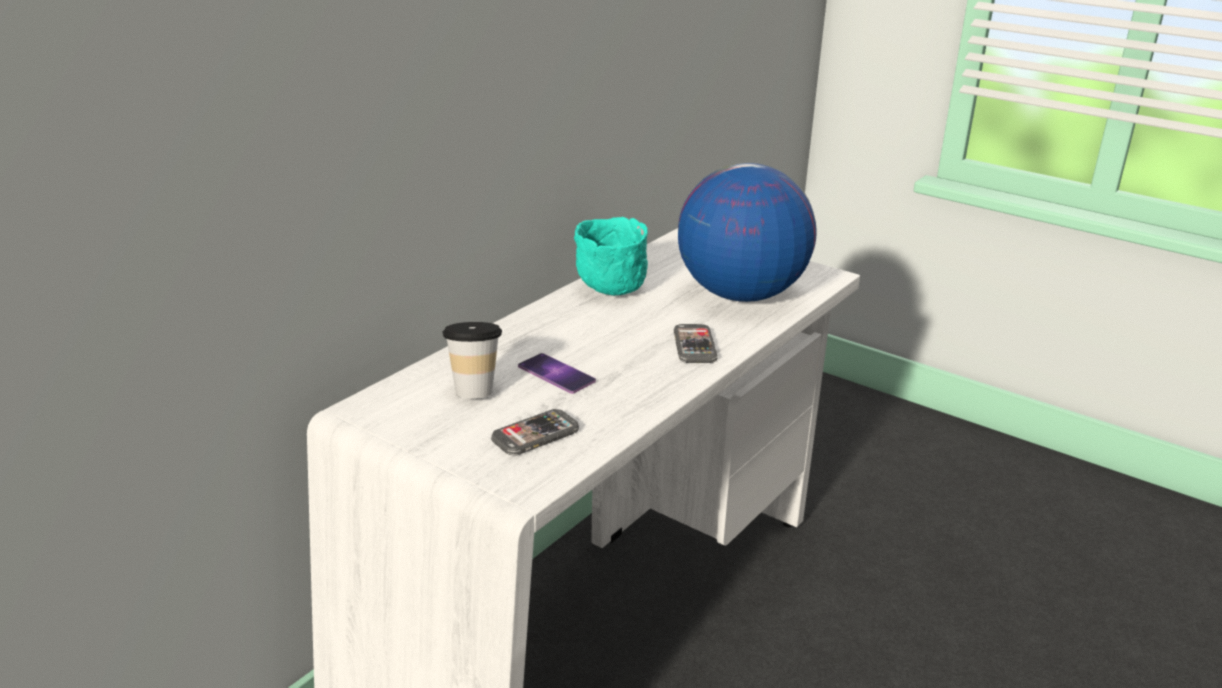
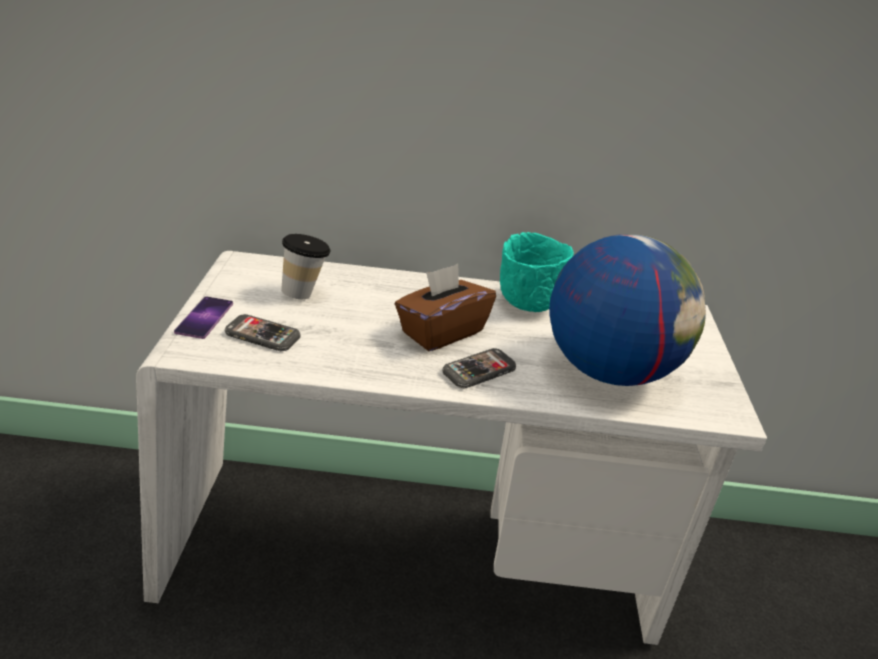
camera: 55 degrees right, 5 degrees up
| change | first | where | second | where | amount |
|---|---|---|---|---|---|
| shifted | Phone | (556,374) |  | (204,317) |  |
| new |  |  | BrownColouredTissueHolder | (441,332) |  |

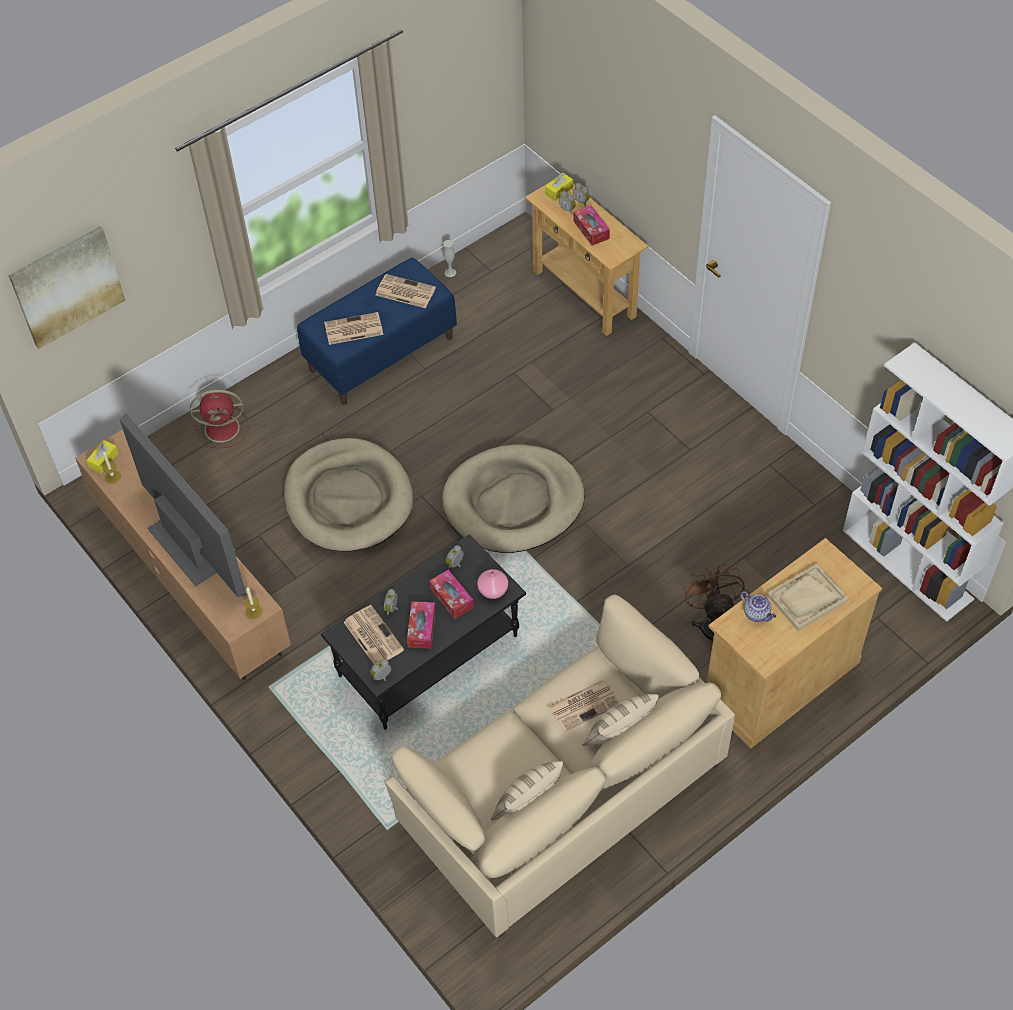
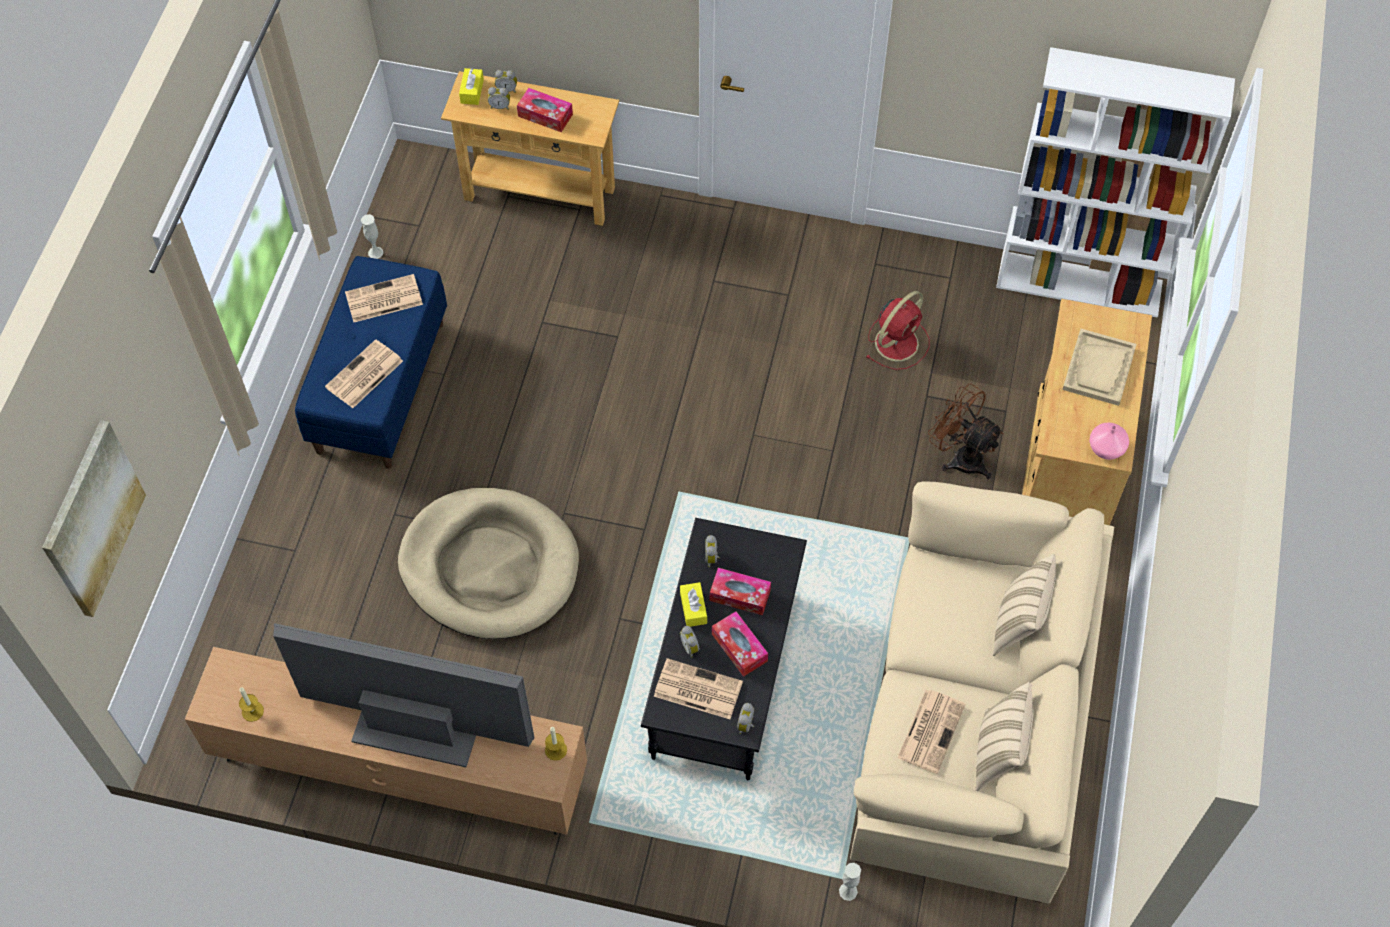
camera: 40 degrees left, 5 degrees up
| change | first | where | second | where | amount |
|---|---|---|---|---|---|
| shifted | YellowishTissueHolder | (103,460) |  | (693,608) |  |
| shifted | ReddishElectricFan | (223,428) |  | (898,341) |  |
| gone | BeigeColouredPetBed | (513,502) |  |  |  |
| shifted | PinkColouredDecorativeVase | (493,590) |  | (1107,448) |  |
| shifted | PrintedPaper | (584,705) |  | (931,730) |  |
| gone | Teapot | (757,614) |  |  |  |
| new |  |  | WhitishDecorativeVase | (848,891) |  |

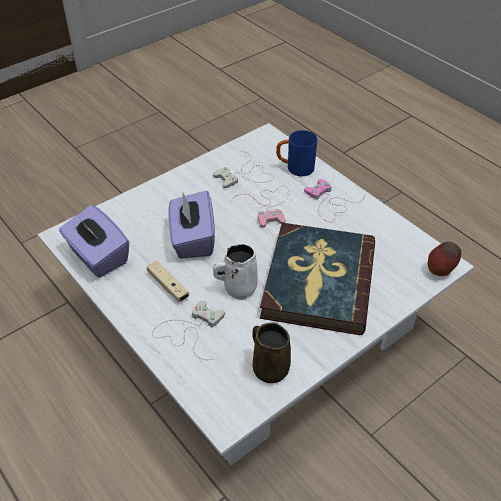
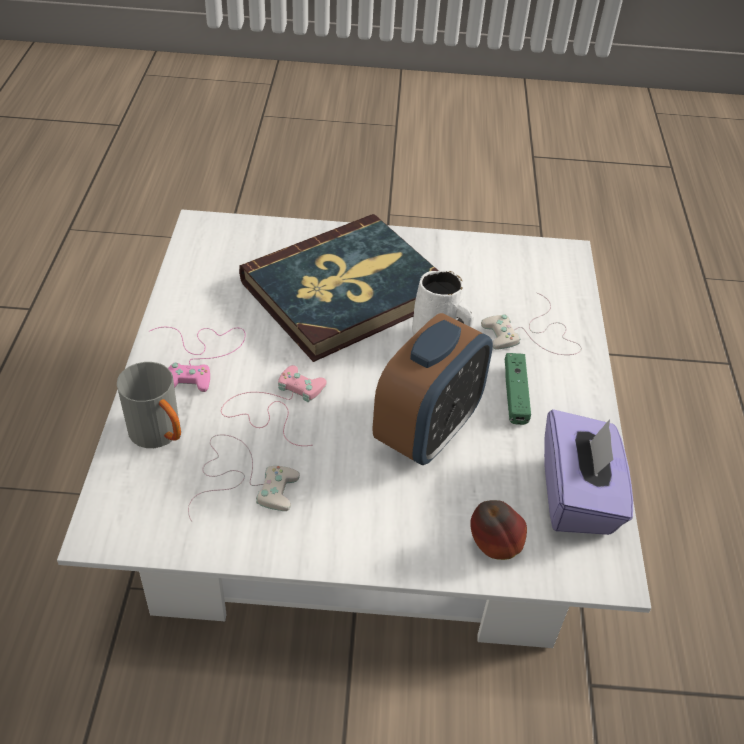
camera: 140 degrees left, 0 degrees up
| change | first | where | second | where | amount |
|---|---|---|---|---|---|
| repainted | BeigeColouredJoypad | (168,286) | GreenJoypad | (515,394) |  |
| swapped | PurpleTissueHolder | (192,239) | BedsideClock | (427,431) |  |
| gone | BrownColouredCoffeeMug | (269,368) |  |  |  |
| repainted | BluishCoffeeMug | (295,168) | GreyishCoffeeMug | (161,436) |  |
| shifted | WholeApple | (440,271) |  | (493,548) |  |

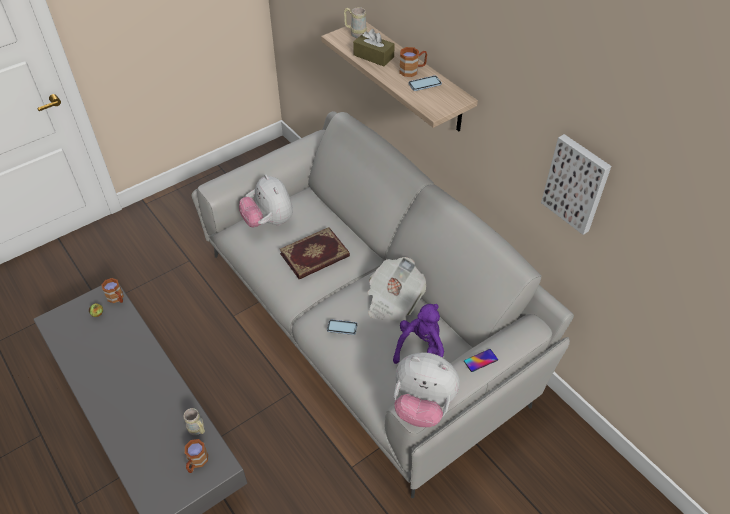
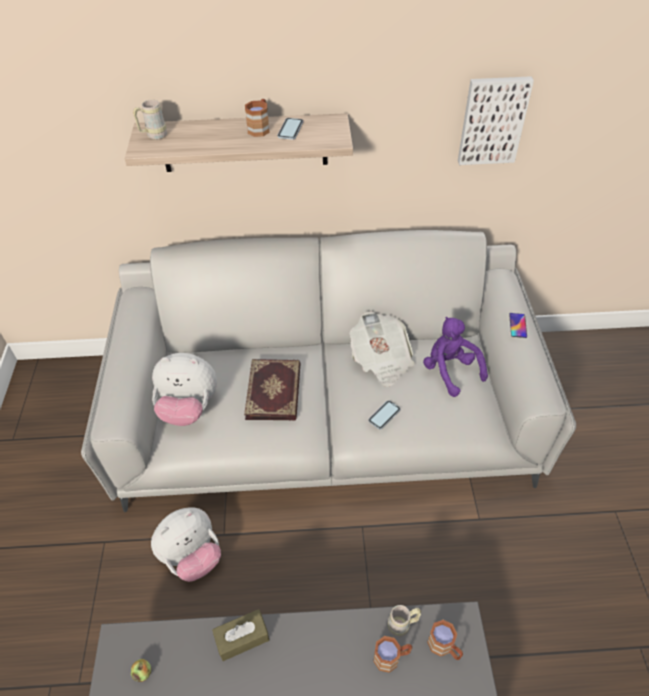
camera: 55 degrees left, 0 degrees up
| change | first | where | second | where | amount |
|---|---|---|---|---|---|
| shifted | BrownColouredCoffeeMug | (117,298) |  | (391,657) |  |
| shifted | BrownColouredTissueHolder | (373,56) |  | (242,638) |  |
| shifted | PlushToy | (422,405) |  | (192,556) |  |

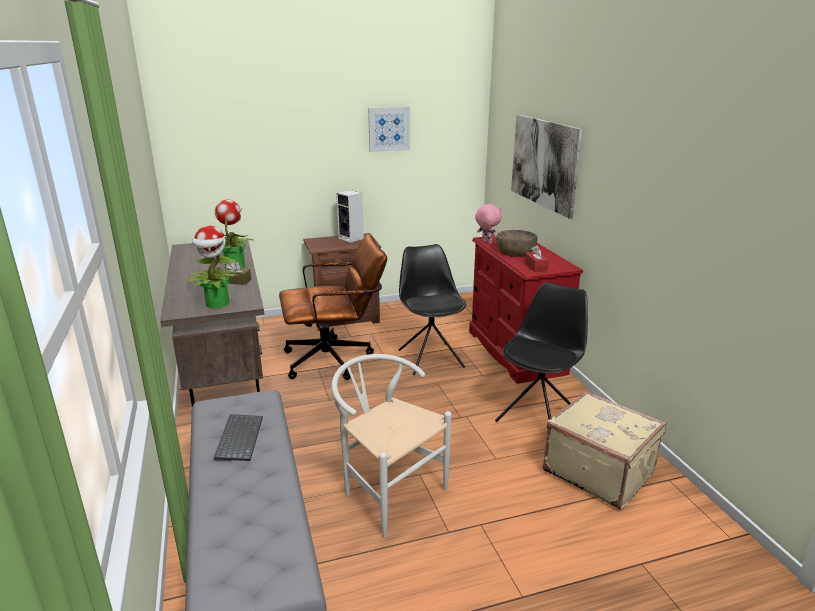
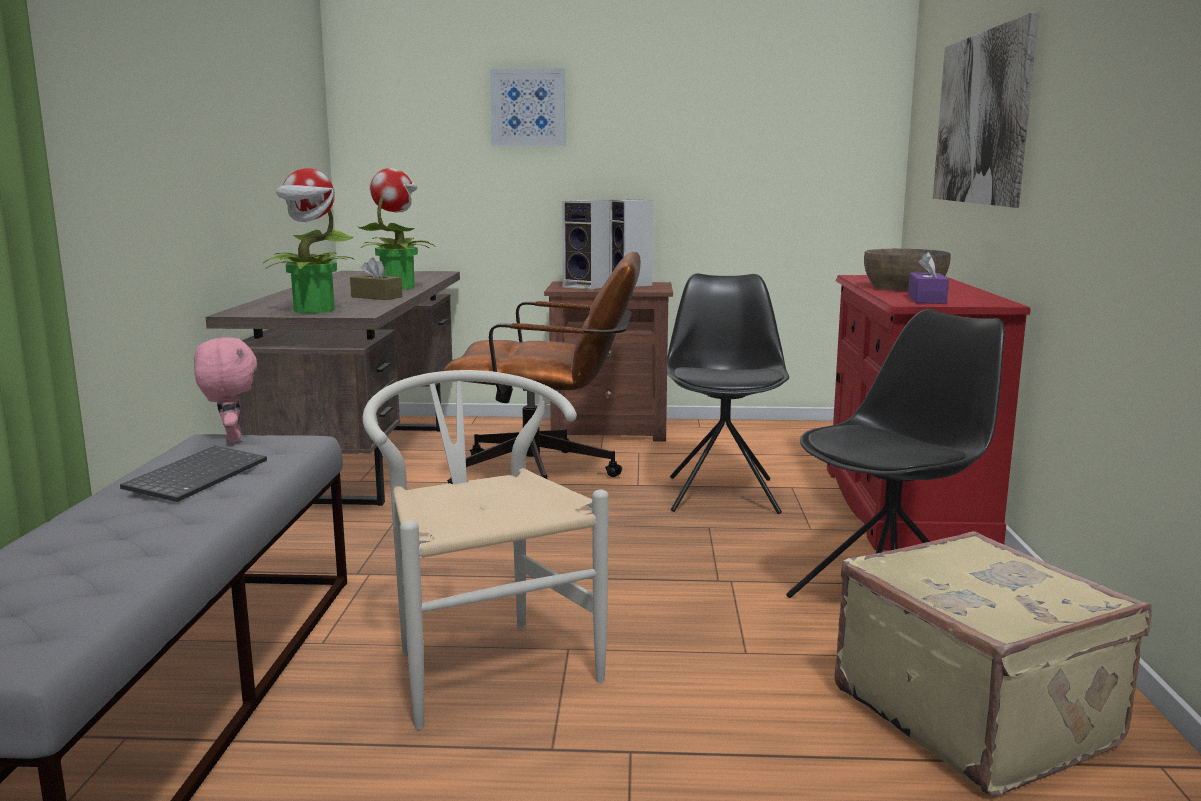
camera: 20 degrees right, 10 degrees down
| change | first | where | second | where | amount |
|---|---|---|---|---|---|
| shifted | WallPicture | (389,129) |  | (528,107) |  |
| shifted | PinkColouredPlushToy | (486,242) |  | (231,438) |  |
| repainted | ReddishTissueHolder | (536,267) | PurpleTissueHolder | (926,299) |  |
| new |  |  | Speaker | (588,286) |  |

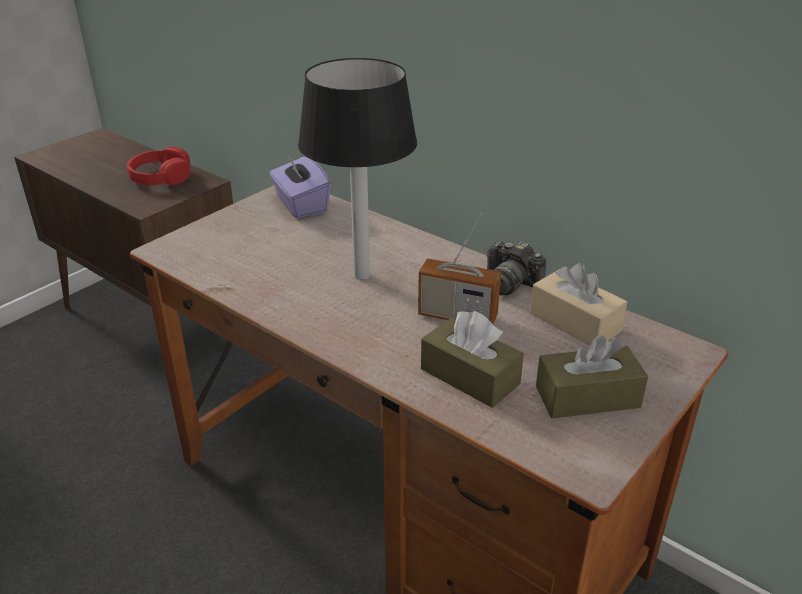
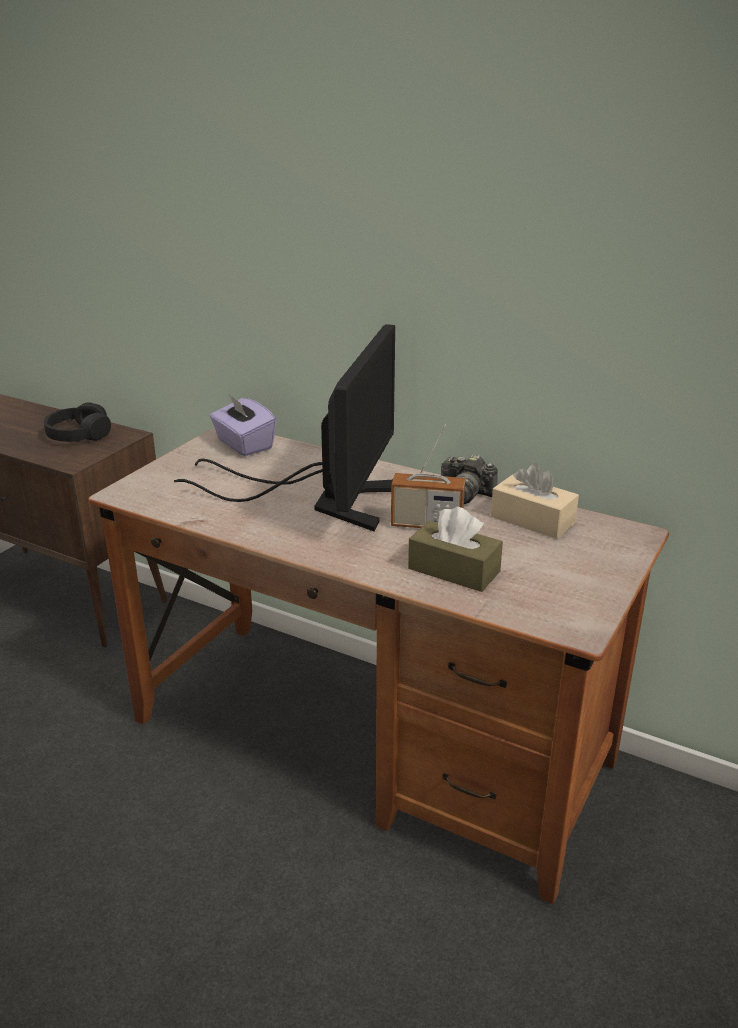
camera: 10 degrees left, 5 degrees down
| change | first | where | second | where | amount |
|---|---|---|---|---|---|
| repainted | ReddishPairOfHeadphones | (161,177) | BlackColouredPairOfHeadphones | (78,434) |  |
| swapped | LampForATable | (361,275) | Monitor | (325,499) |  |
| gone | BrownColouredTissueHolder | (587,397) |  |  |  |

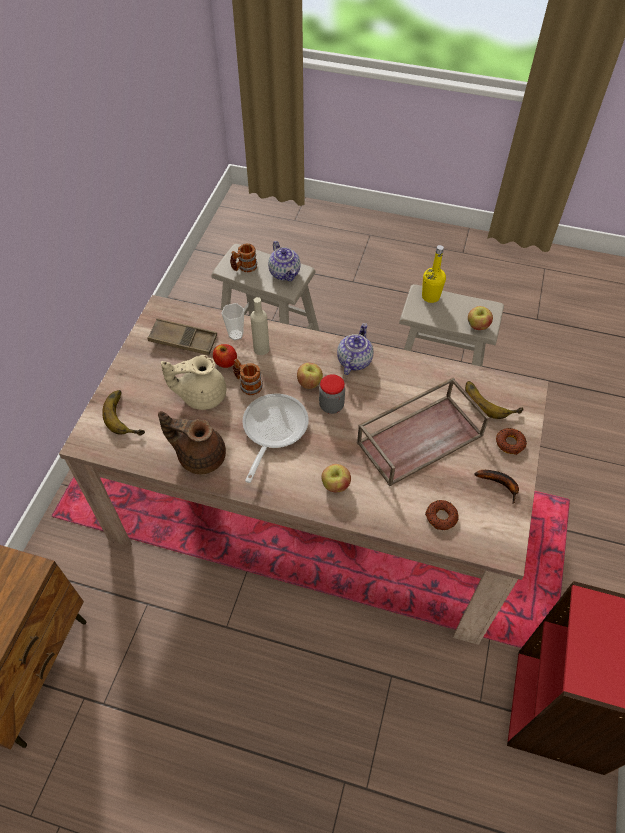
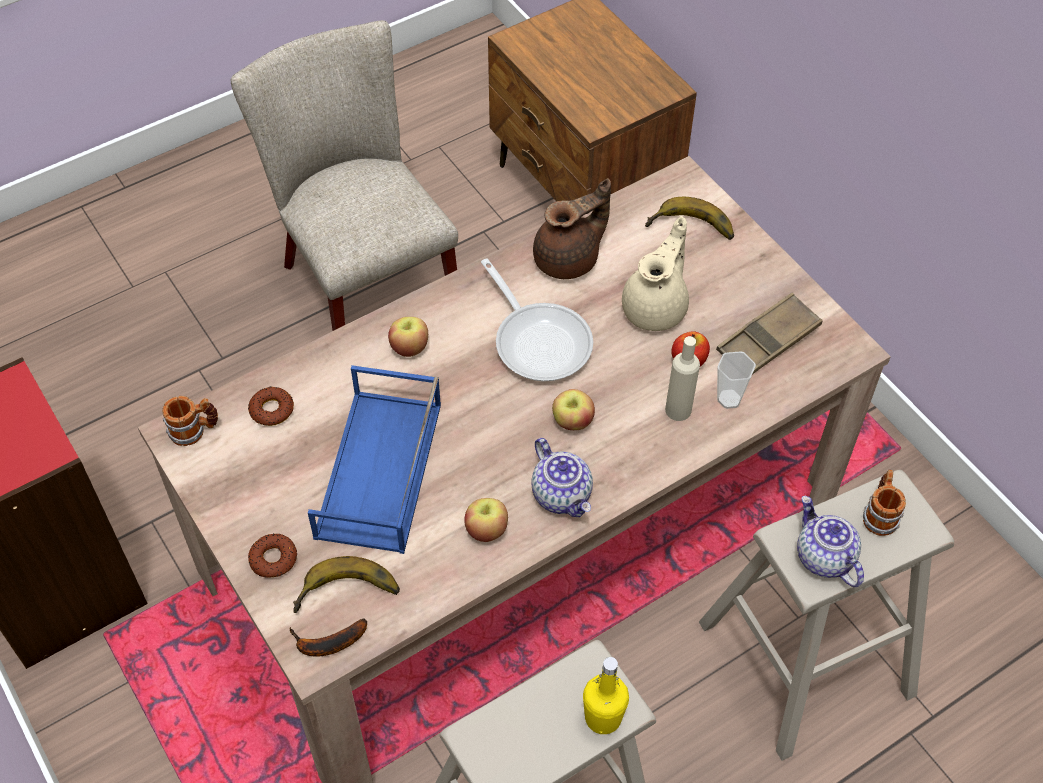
camera: 130 degrees right, 0 degrees up
| change | first | where | second | where | amount |
|---|---|---|---|---|---|
| shifted | CoffeeMug | (247,384) |  | (194,430) |  |
| rotated | Teapot | (285,273) |  | (823,557) | 45 degrees clockwise |
| gone | PreserveJar | (331,405) |  |  |  |
| repainted | BrownColouredCarryingTray | (420,437) | BluishCarryingTray | (380,472) |  |
| shifted | WholeApple | (477,326) |  | (486,529) |  |
| shifted | Banana | (500,484) |  | (327,644) |  |
| new |  |  | BeigeColouredUprightChair | (362,282) |  |

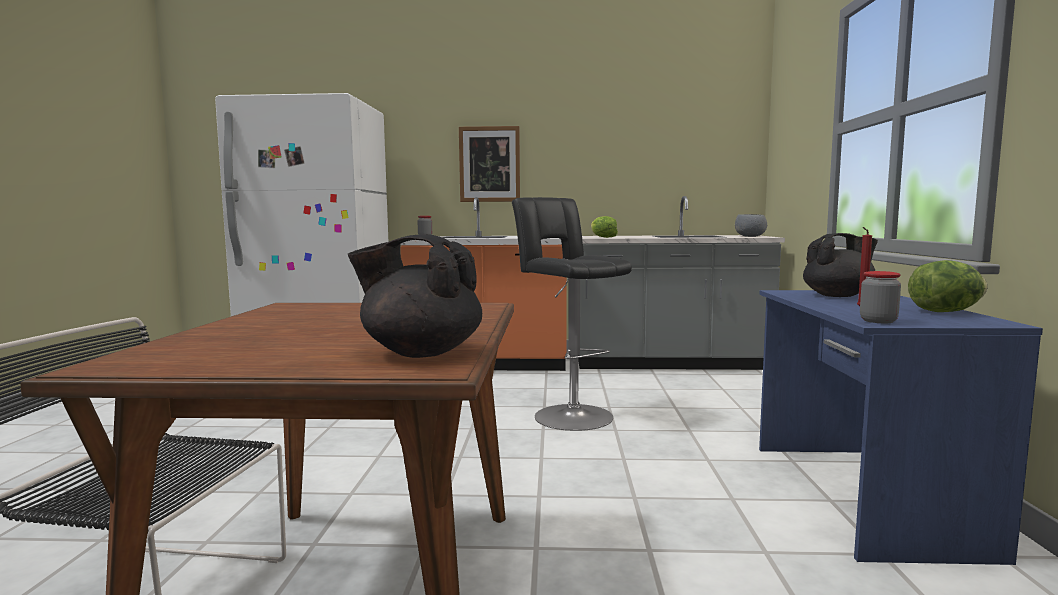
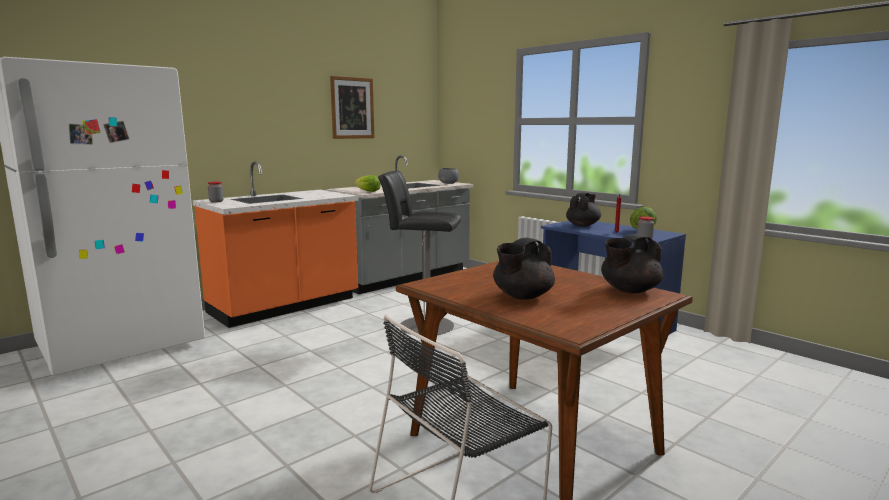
camera: 45 degrees left, 5 degrees up
| change | first | where | second | where | amount |
|---|---|---|---|---|---|
| shifted | WallPicture | (489,164) |  | (352,108) |  |
| new |  |  | BlackColouredTeapot | (522,296) |  |

